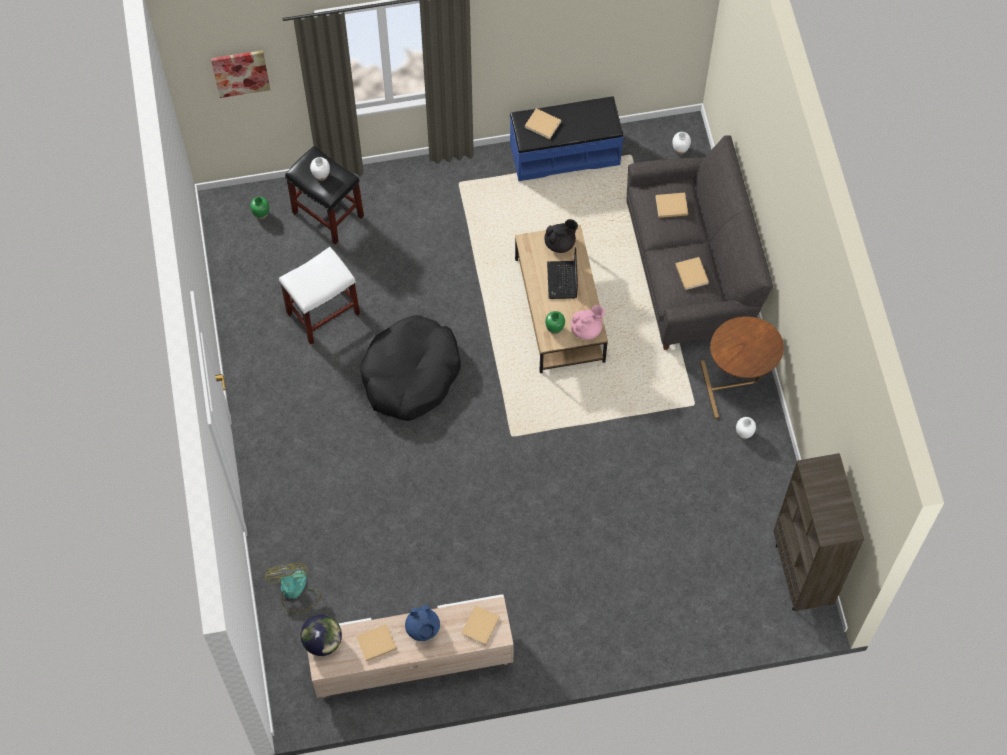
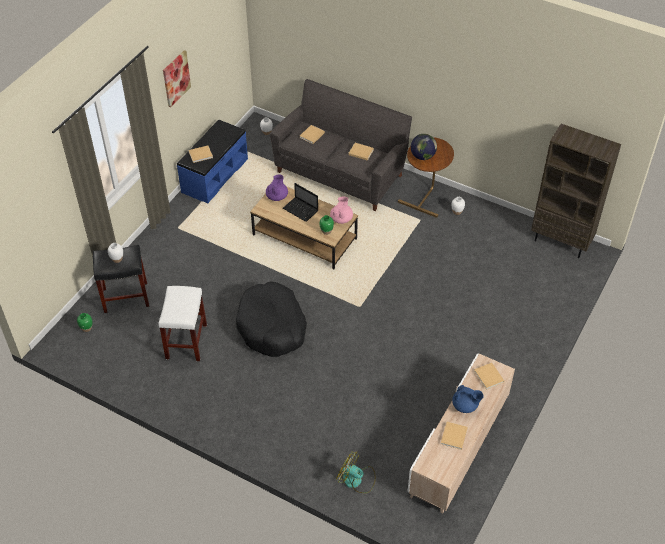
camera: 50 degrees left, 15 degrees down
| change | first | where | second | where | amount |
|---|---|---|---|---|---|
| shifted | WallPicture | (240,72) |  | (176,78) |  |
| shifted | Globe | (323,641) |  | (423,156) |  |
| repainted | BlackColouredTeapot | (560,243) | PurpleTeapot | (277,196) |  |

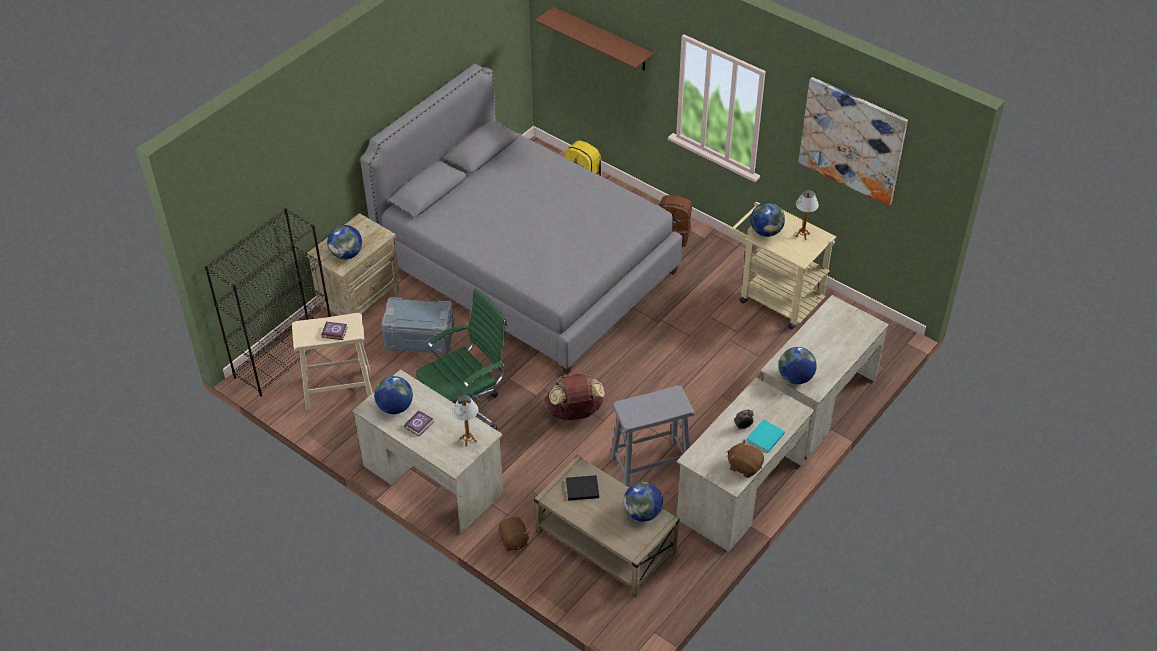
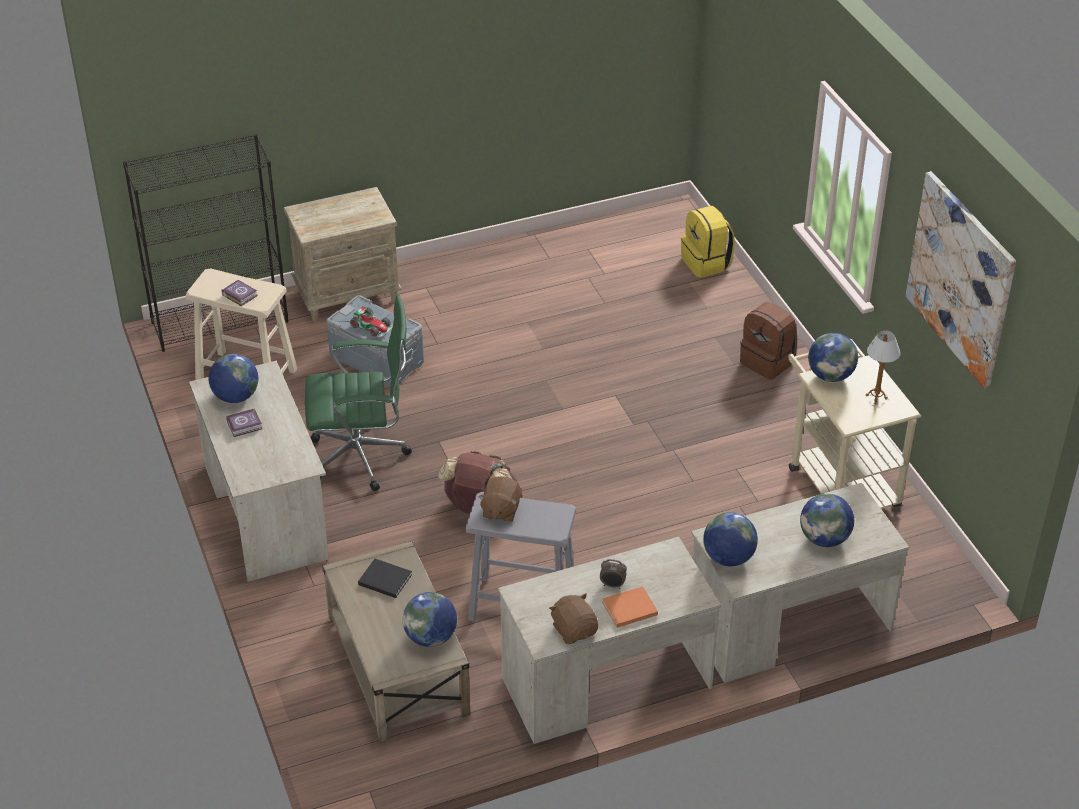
camera: 30 degrees right, 5 degrees down
| change | first | where | second | where | amount |
|---|---|---|---|---|---|
| shifted | Globe | (346,254) |  | (824,539) |  |
| gone | GreyishBed | (526,267) |  |  |  |
| gone | LampForATable | (468,440) |  |  |  |
| shifted | BrownColouredPlushToy | (513,541) |  | (500,510) |  |
| gone | BrownColouredBracketShelf | (602,39) |  |  |  |
| repainted | BlueGreenBook | (764,438) | OrangeColouredBook | (628,609) |  |
| new |  |  | ModelCar | (372,326) |  |

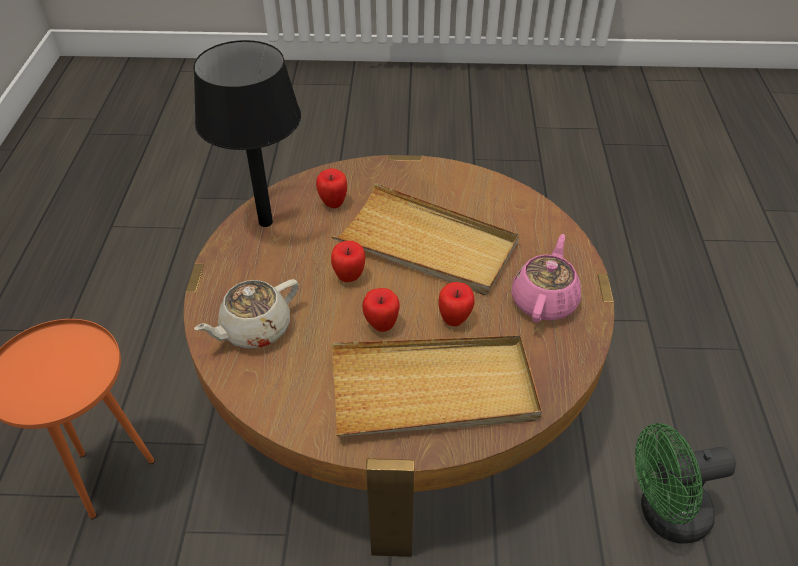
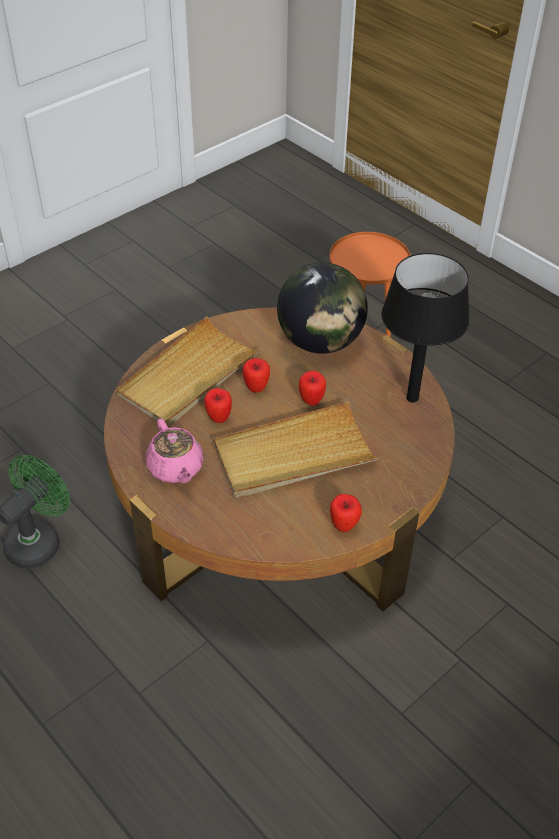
camera: 135 degrees right, 0 degrees up
| change | first | where | second | where | amount |
|---|---|---|---|---|---|
| swapped | BeigeColouredTeapot | (254,329) | Globe | (320,342) |  |
| shifted | WholeApple | (333,203) |  | (344,525) |  |

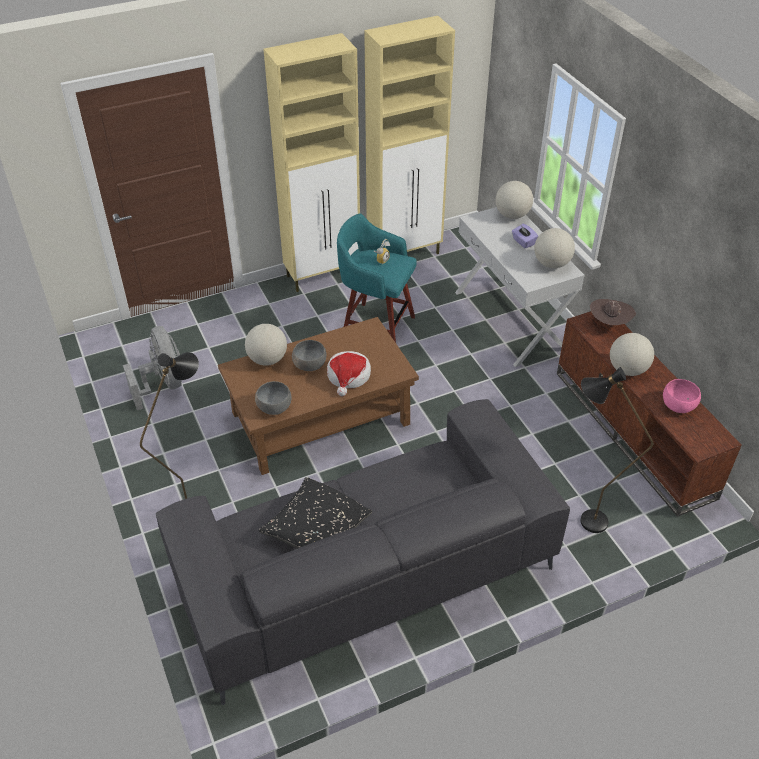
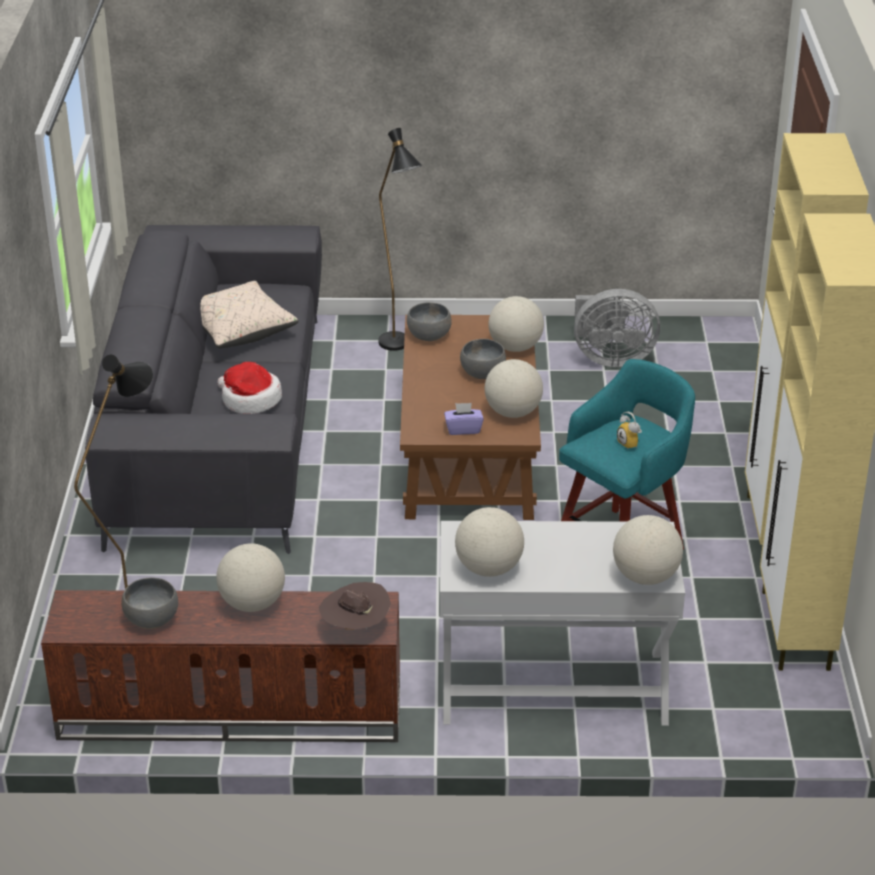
camera: 115 degrees right, 10 degrees down
| change | first | where | second | where | amount |
|---|---|---|---|---|---|
| repainted | BlackColouredThrowPillow | (316,531) | BeigeColouredThrowPillow | (238,329) |  |
| shifted | ClothingHat | (348,376) |  | (250,400) |  |
| shifted | PurpleTissueHolder | (523,242) |  | (463,429) |  |
| repainted | PinkColouredBowl | (678,405) | GreyishBowl | (151,619) |  |
| new |  |  | Globe | (513,412) |  |

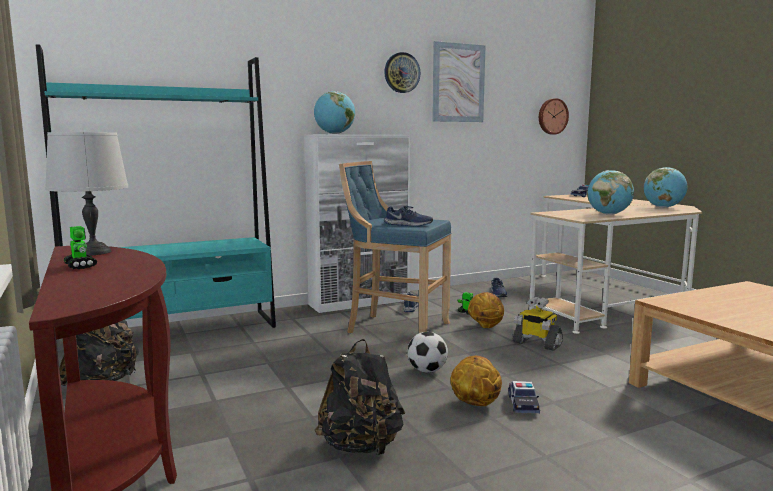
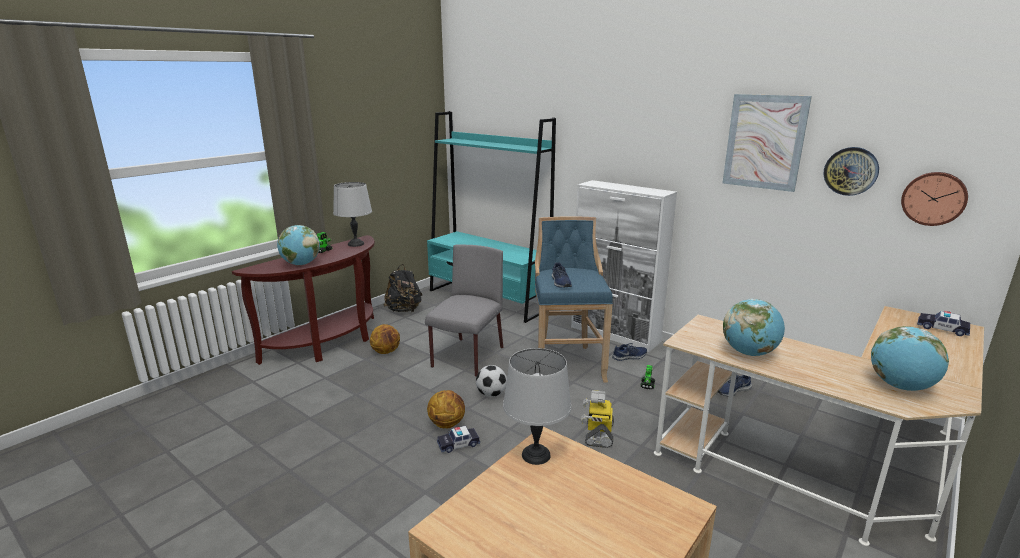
camera: 65 degrees right, 10 degrees up
| change | first | where | second | where | amount |
|---|---|---|---|---|---|
| shifted | Globe | (334,134) |  | (301,264) |  |
| gone | BlackColouredKnapsack | (361,447) |  |  |  |
| shifted | WallClock | (401,72) |  | (851,171) |  |
| shifted | BallForBasketball | (485,326) |  | (386,352) |  |
| new |  |  | GreyishUprightChair | (467,358) |  |
| new |  |  | GreyishLampForATable | (536,455) |  |

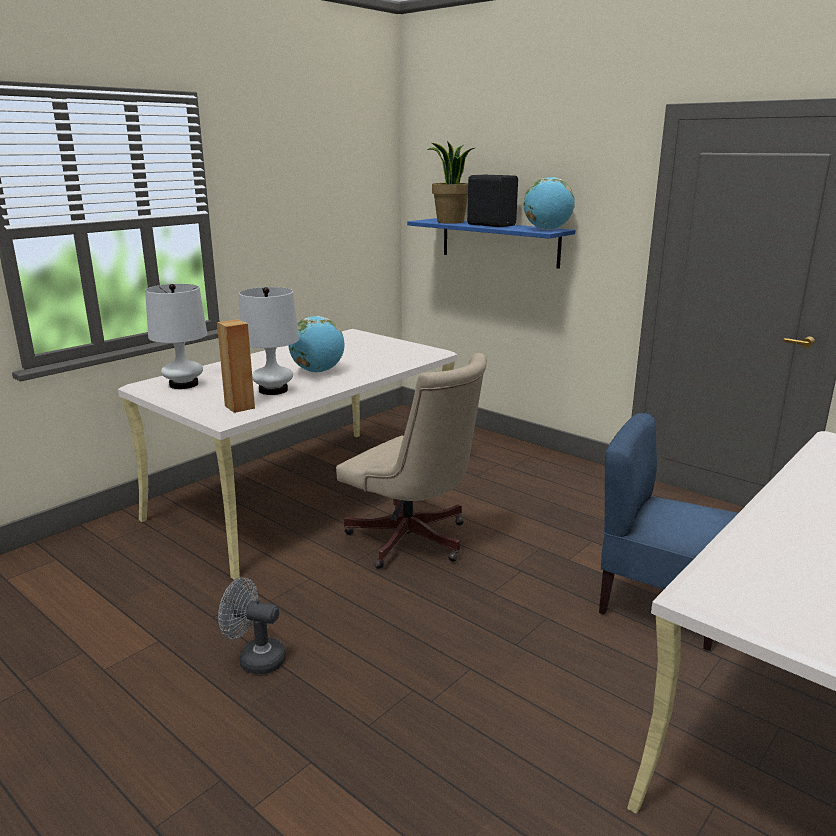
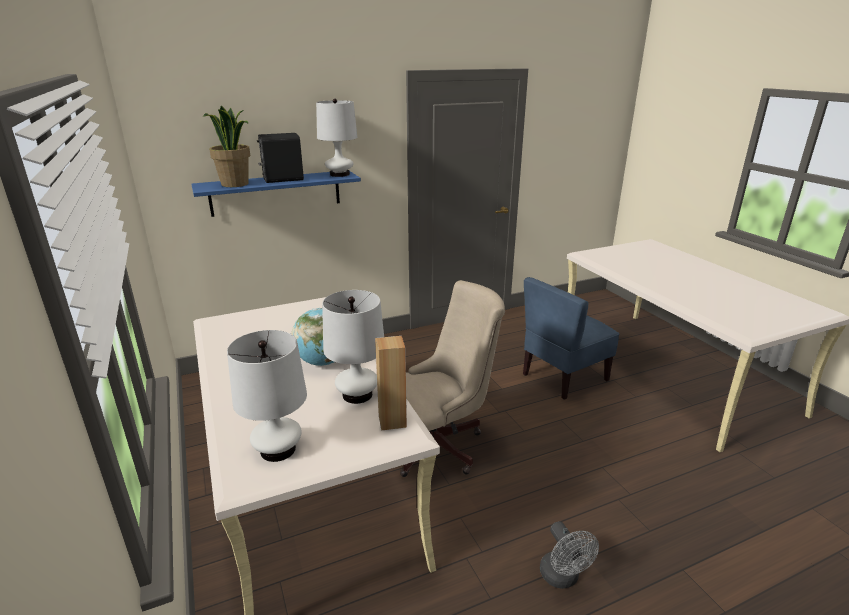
camera: 65 degrees left, 5 degrees up
| change | first | where | second | where | amount |
|---|---|---|---|---|---|
| rotated | GreyishElectricFan | (255,659) |  | (562,578) | 60 degrees counterclockwise |
| swapped | Globe | (547,230) | WhitishLampForATable | (339,174) |  |

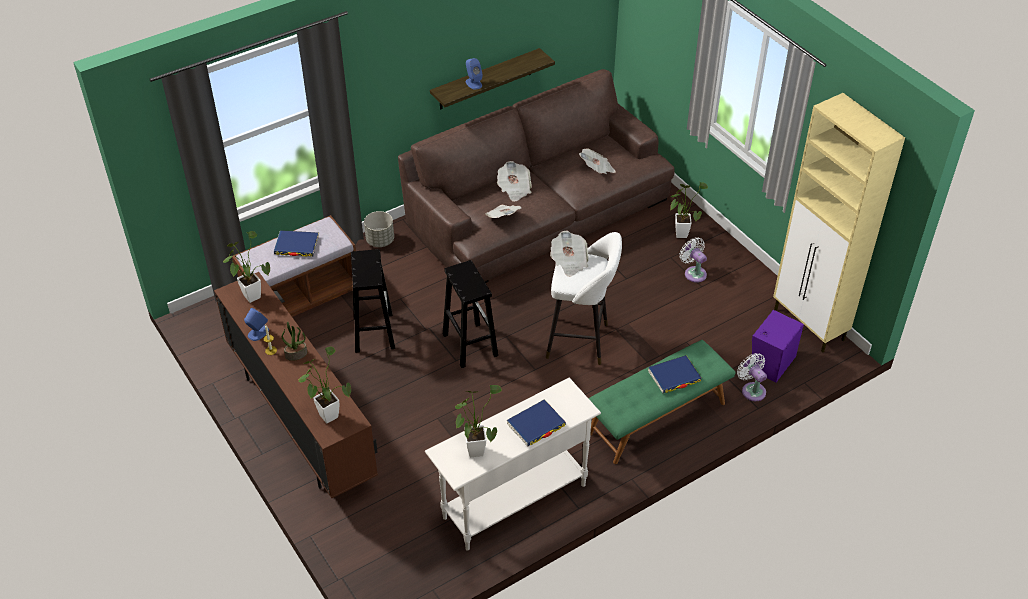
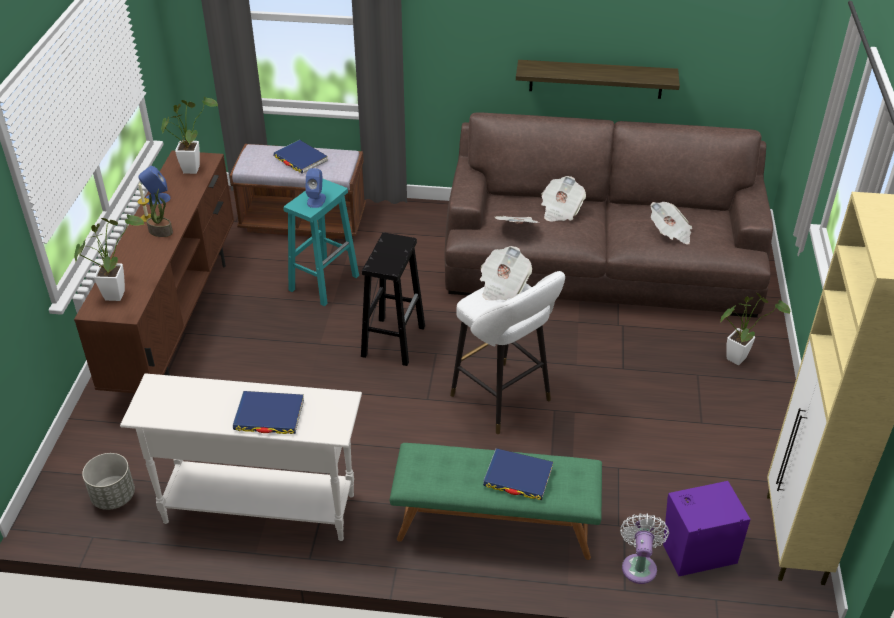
camera: 40 degrees right, 5 degrees down
| change | first | where | second | where | amount |
|---|---|---|---|---|---|
| repainted | BlackColouredSittingStool | (373,332) | BlueGreenSittingStool | (324,282) |  |
| shifted | GreyishFlowerPot | (380,240) |  | (114,496) |  |
| gone | PlantInAPot | (475,448) |  |  |  |
| shifted | BluishSpeaker | (473,83) |  | (316,200) |  |
| gone | WhitishElectricFan | (694,273) |  |  |  |

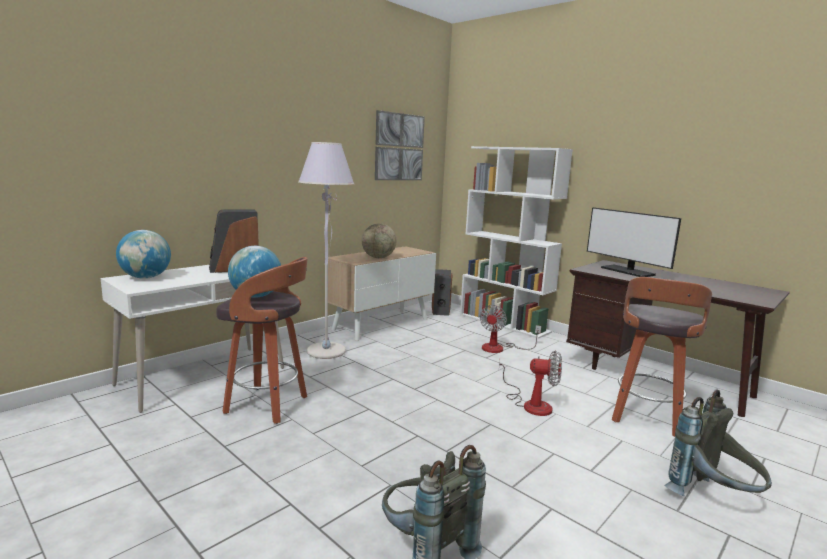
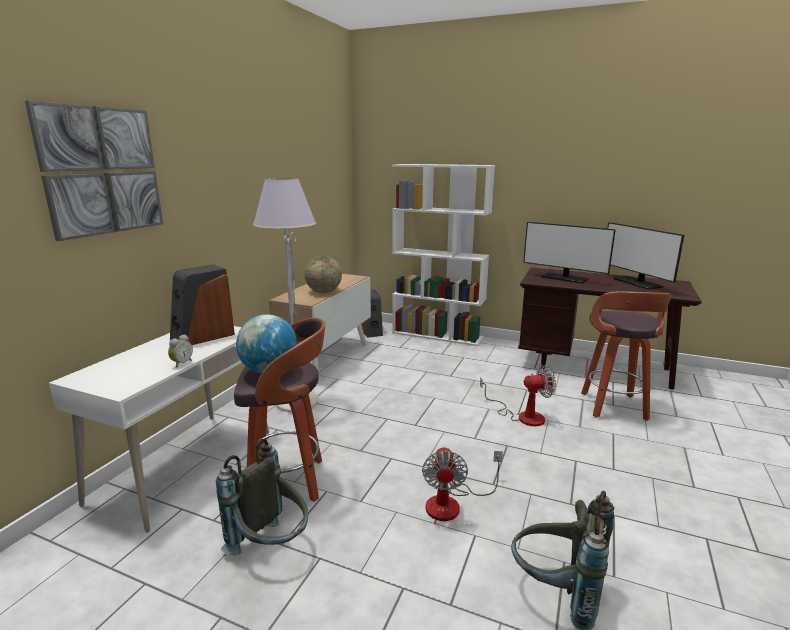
camera: 20 degrees left, 5 degrees up
| change | first | where | second | where | amount |
|---|---|---|---|---|---|
| gone | Globe | (146,278) |  |  |  |
| shifted | WallPicture | (399,147) |  | (102,171) |  |
| shifted | ElectricFan | (500,348) |  | (452,503) |  |
| shifted | GreyishKnapsack | (713,499) |  | (271,547) |  |
| new |  |  | BedsideClock | (181,363) |  |
| new |  |  | Monitor | (637,283) |  |

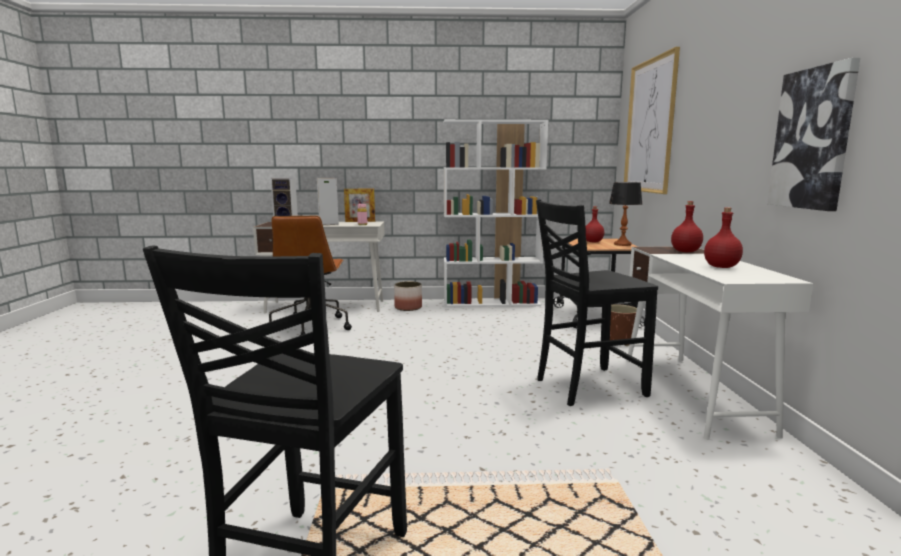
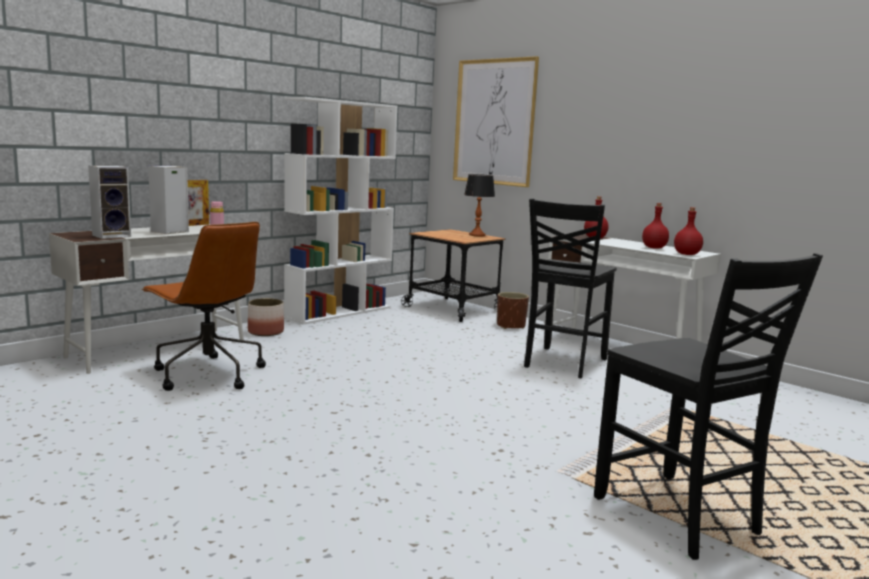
camera: 45 degrees left, 0 degrees up
| change | first | where | second | where | amount |
|---|---|---|---|---|---|
| shifted | ReddishBeverageBottle | (592,242) |  | (686,254) |  |
| gone | WallPicture | (813,139) |  |  |  |

